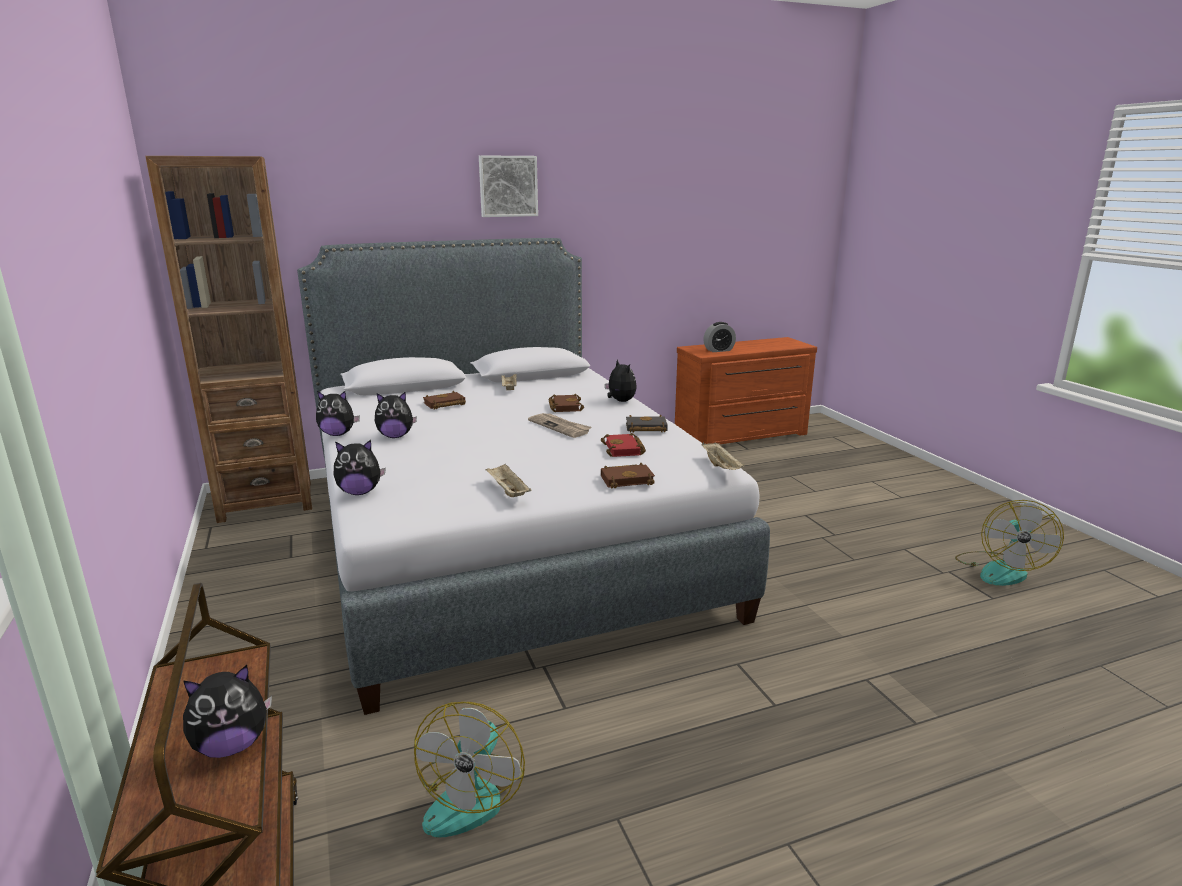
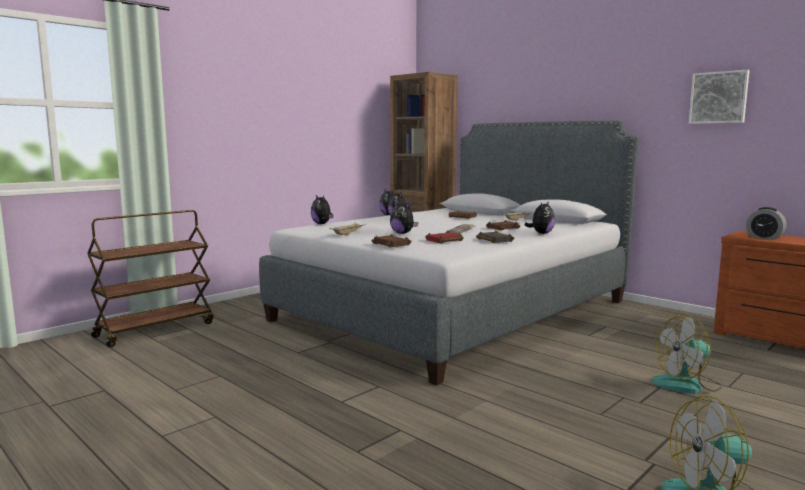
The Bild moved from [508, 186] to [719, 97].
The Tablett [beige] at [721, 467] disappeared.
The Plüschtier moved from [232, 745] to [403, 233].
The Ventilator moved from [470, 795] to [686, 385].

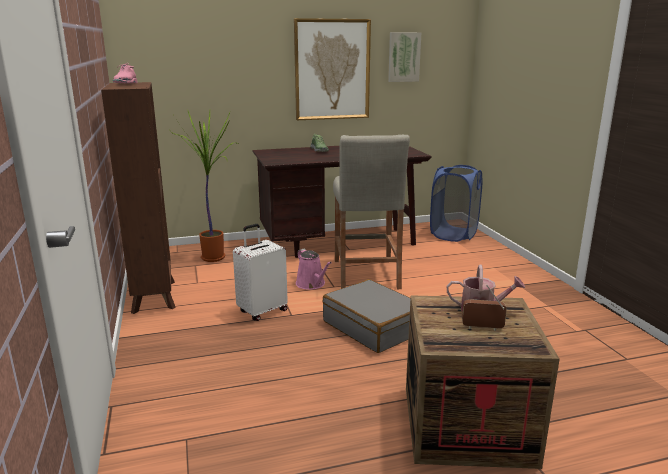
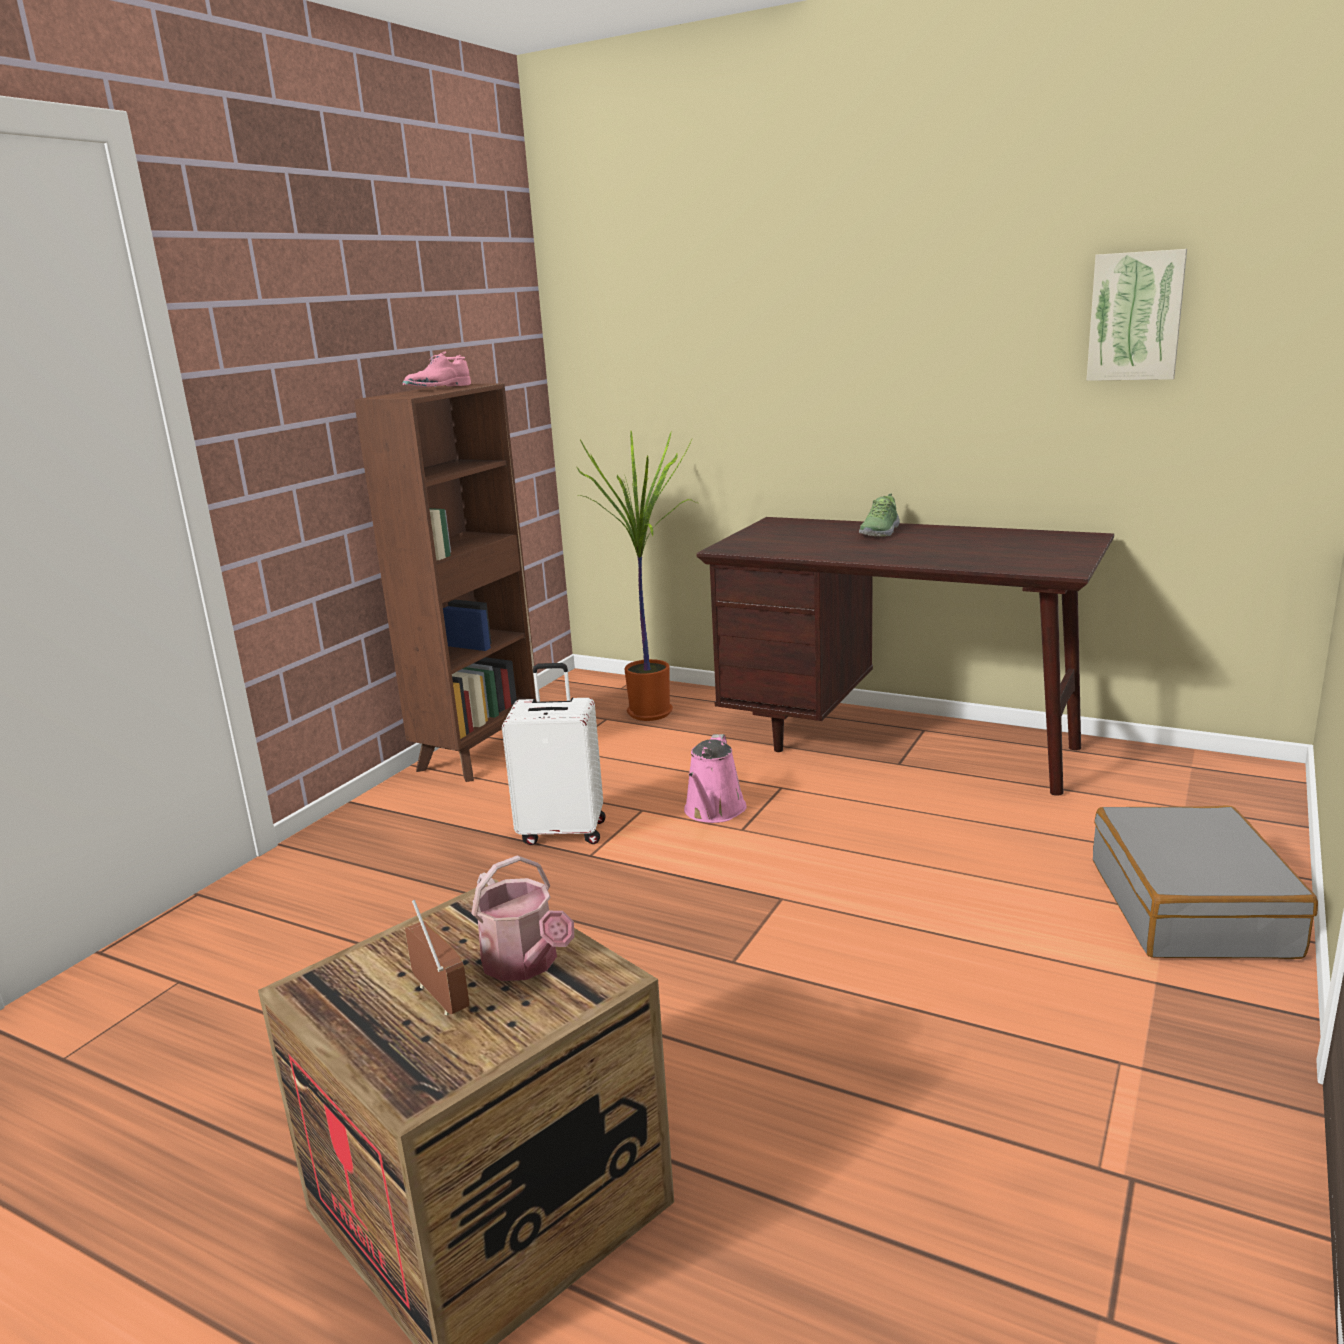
The Bild at [332, 70] disappeared.
The Hocker [beige] at [366, 274] disappeared.
The Wäschekorb [blau] at [453, 234] disappeared.
The Koffer [grau] moved from [373, 327] to [1192, 907].

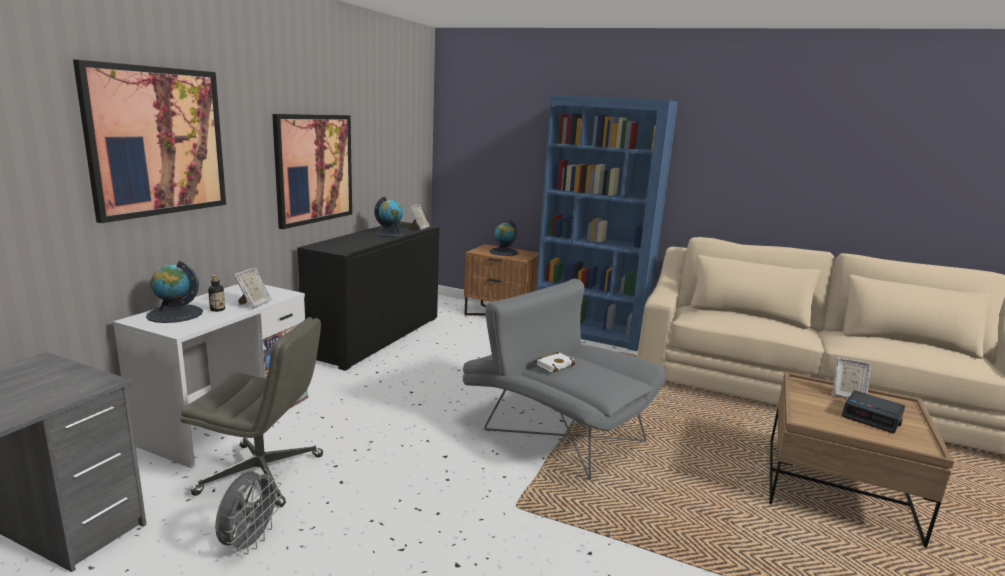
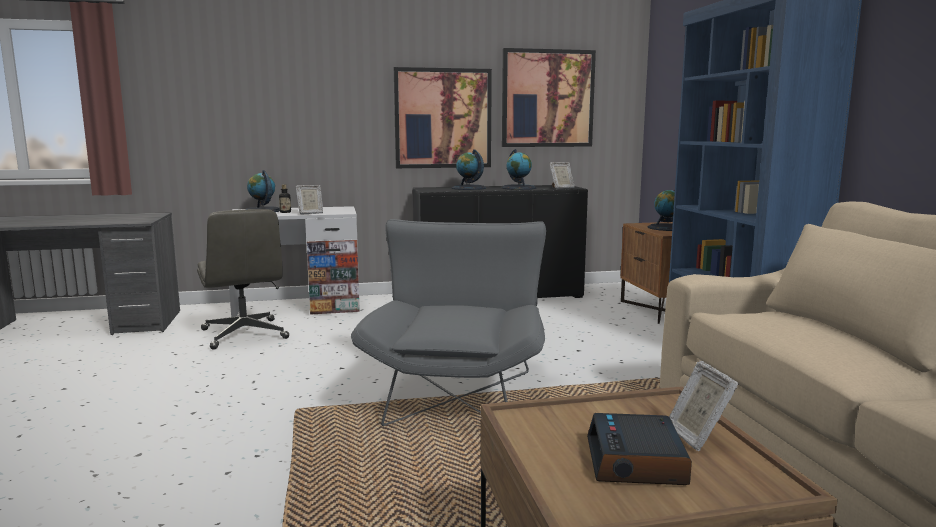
The Bild moved from [157, 141] to [547, 98].
The Buch [weiß] at [554, 364] disappeared.
The Ventilator [grau] at [249, 542] disappeared.
The Globus at [468, 188] appeared.

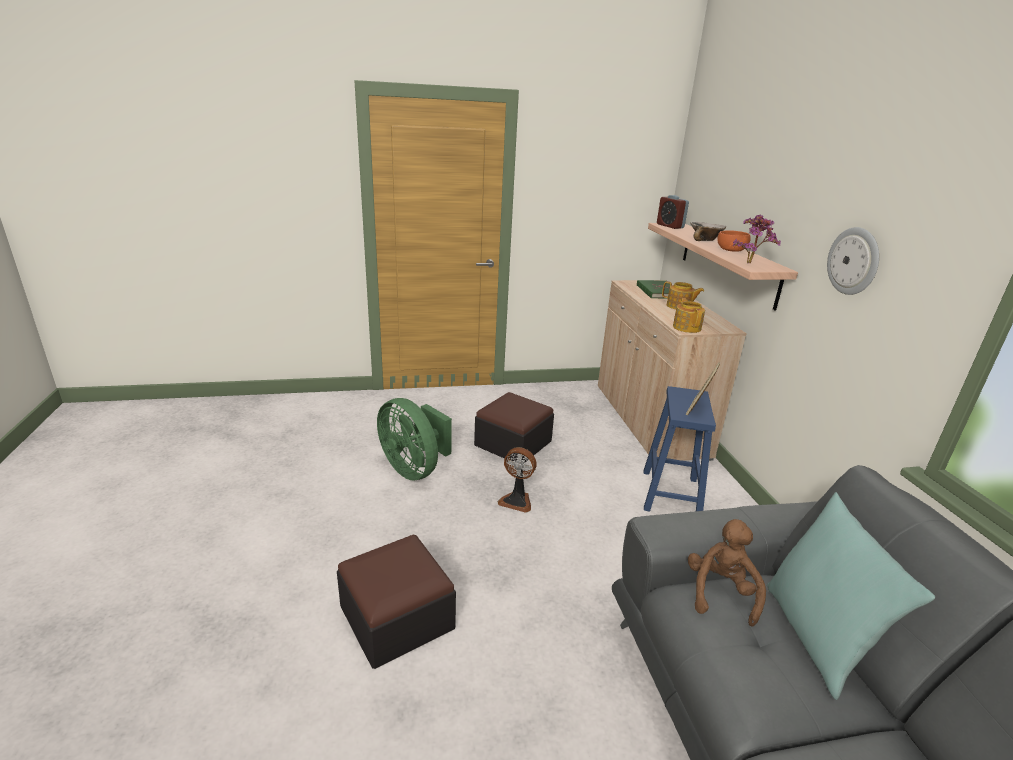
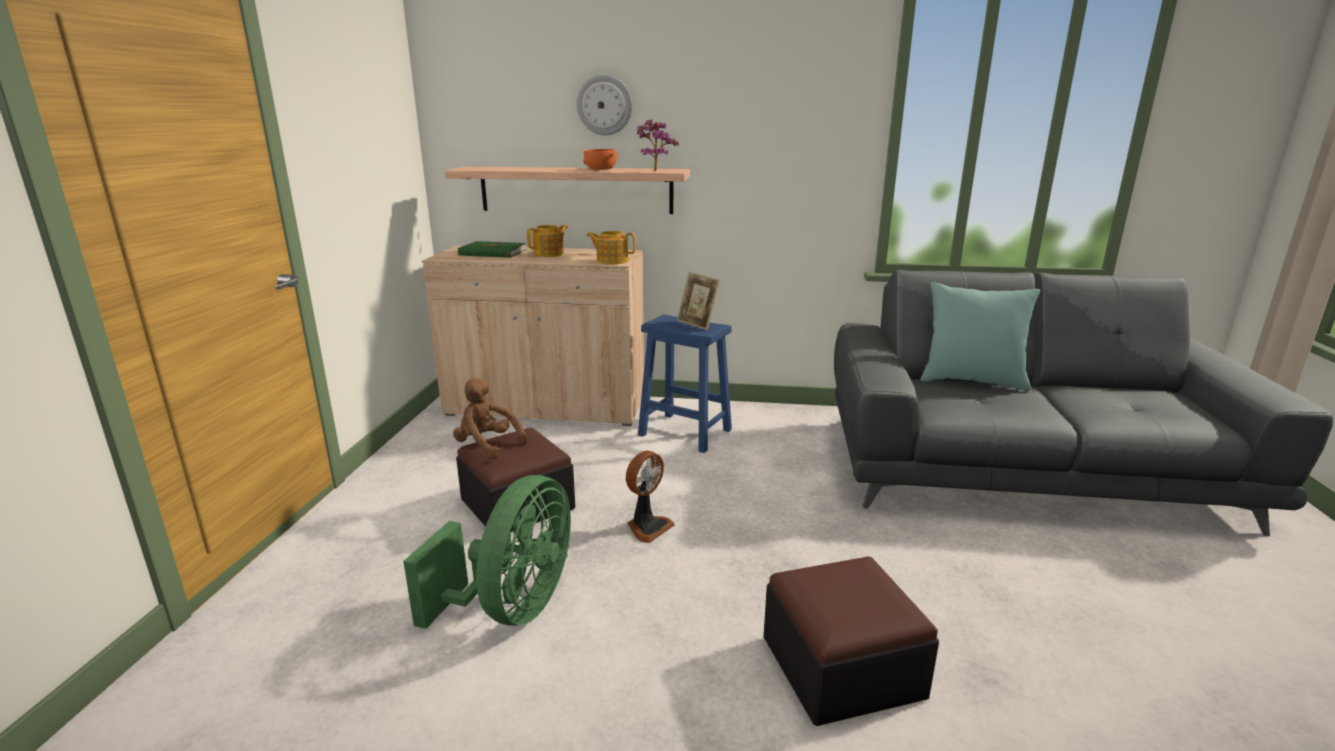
The Wecker at [670, 226] disappeared.
The Schüssel at [704, 239] disappeared.
The Wanduhr moved from [854, 261] to [604, 105].
The Ventilator [grün] at [414, 468] turned 45 degrees counterclockwise.
The Plüschtier [braun] moved from [720, 592] to [487, 445].

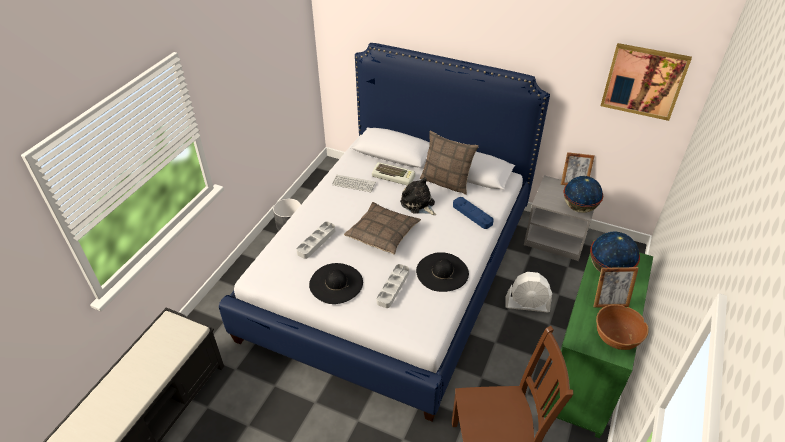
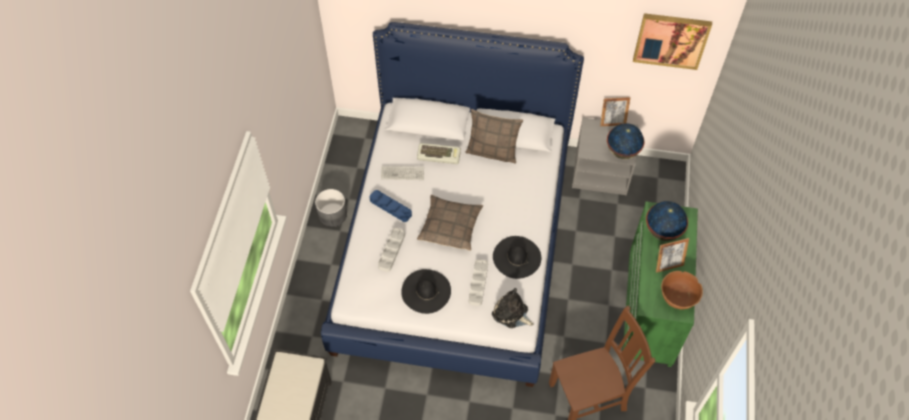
The Plüschtier moved from [418, 204] to [511, 313].
The Tablett [blau] moved from [472, 214] to [390, 207].
The Ventilator [weiß] at [527, 305] disappeared.

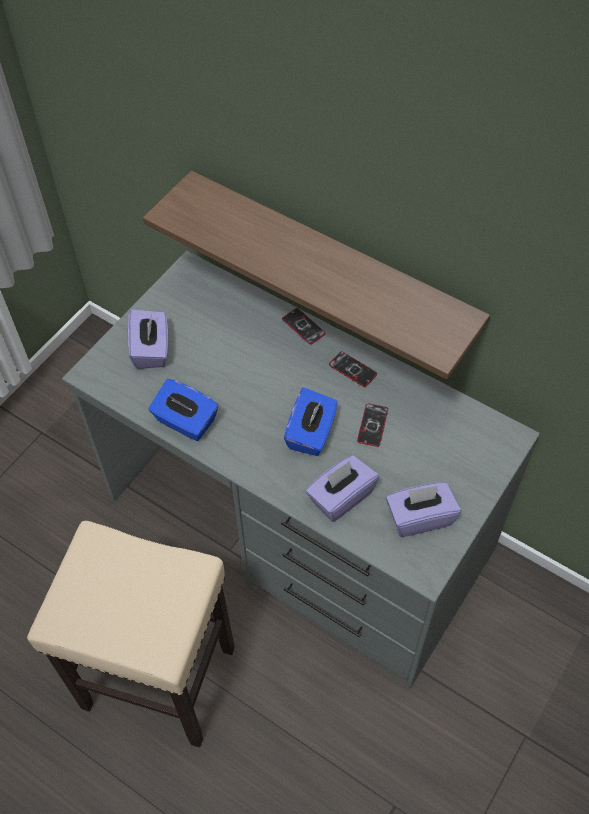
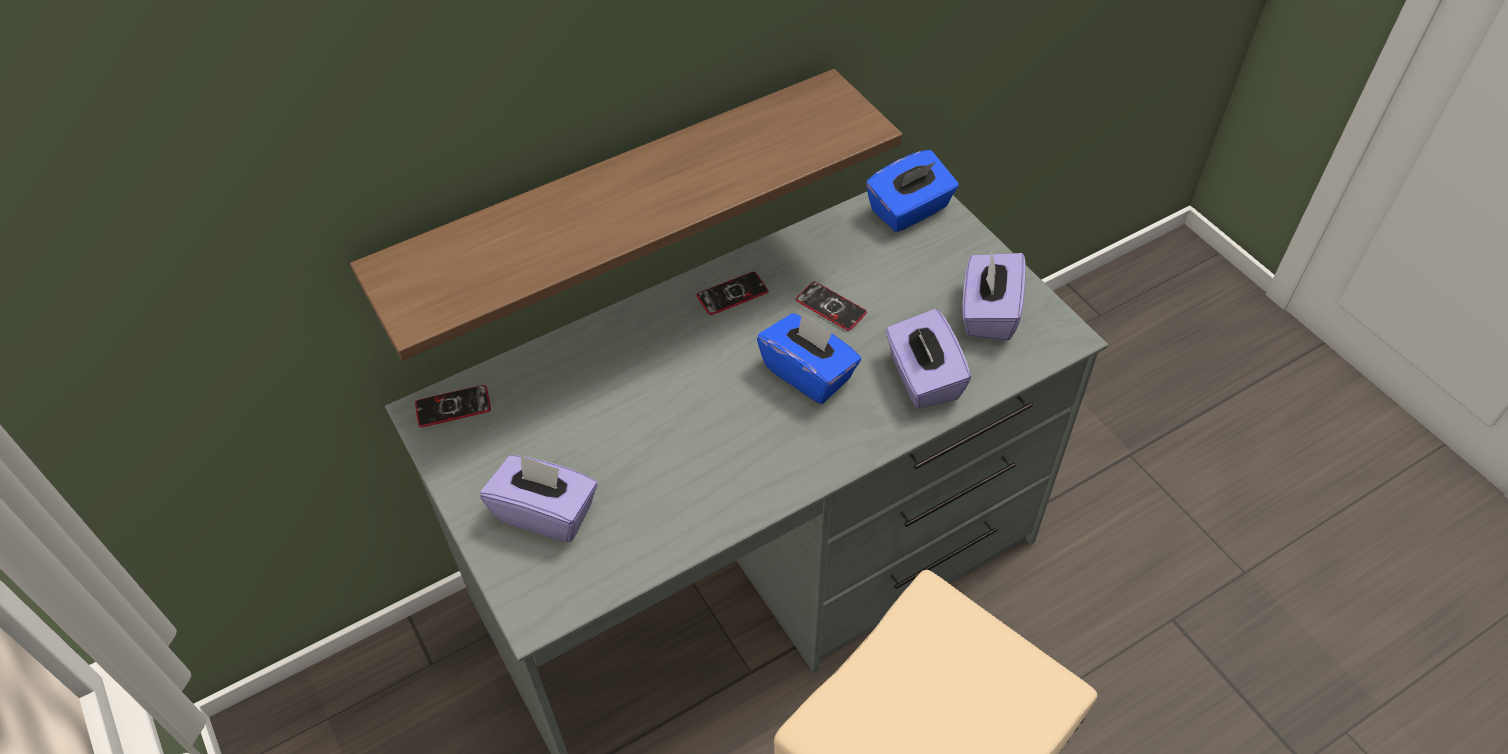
The Handy moved from [303, 326] to [453, 407].
The Taschentuchbox [blau] moved from [185, 421] to [909, 210].

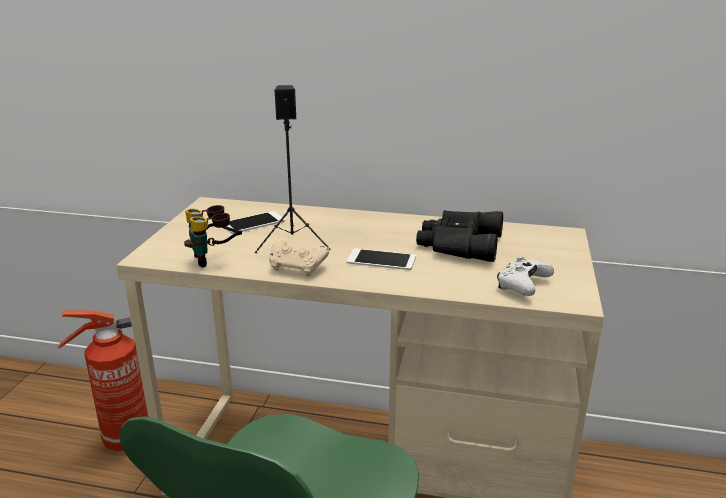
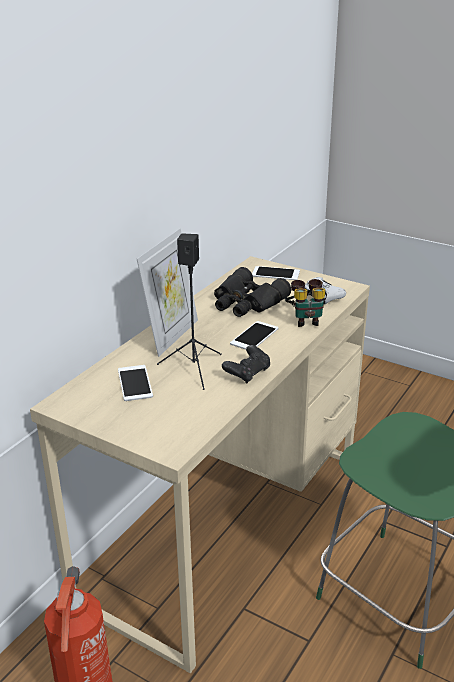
The Fernglas moved from [215, 259] to [306, 320].
The Gamepad [beige] at [297, 268] became the Gamepad [schwarz] at [247, 373].
The Bilderrahmen at [171, 336] appeared.
The Handy at [275, 273] appeared.

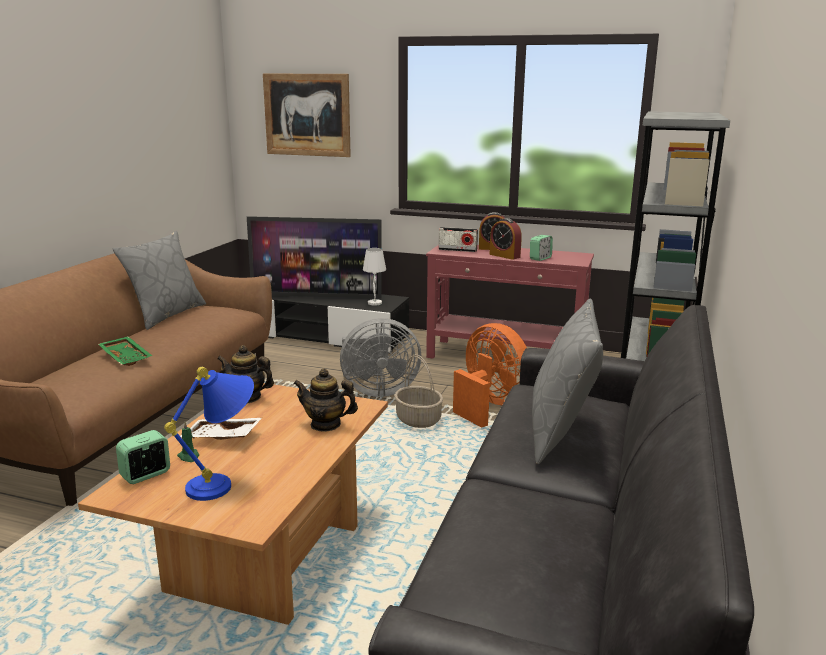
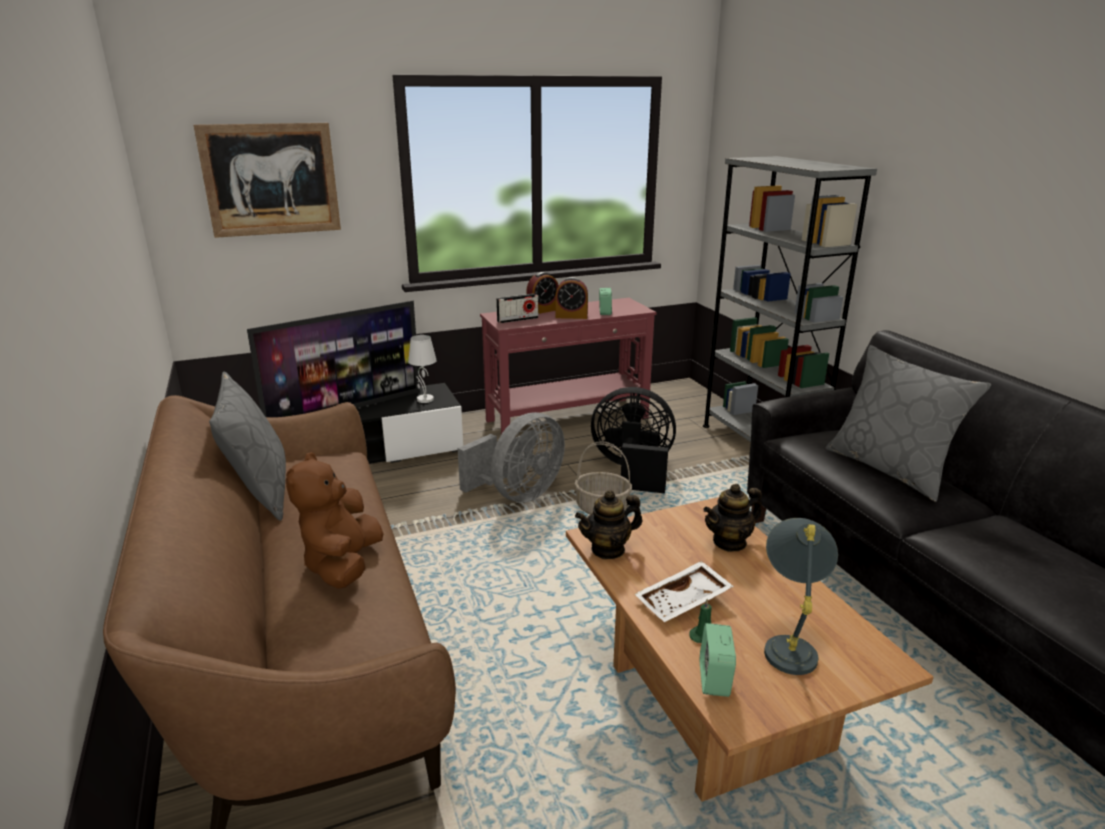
The Ventilator [orange] at [489, 406] became the Ventilator [schwarz] at [633, 470].
The Tablett [grün] at [127, 357] was replaced by the Plüschtier [braun] at [343, 565].
The Tischlampe [blau] at [224, 483] became the Tischlampe [grau] at [789, 643].

